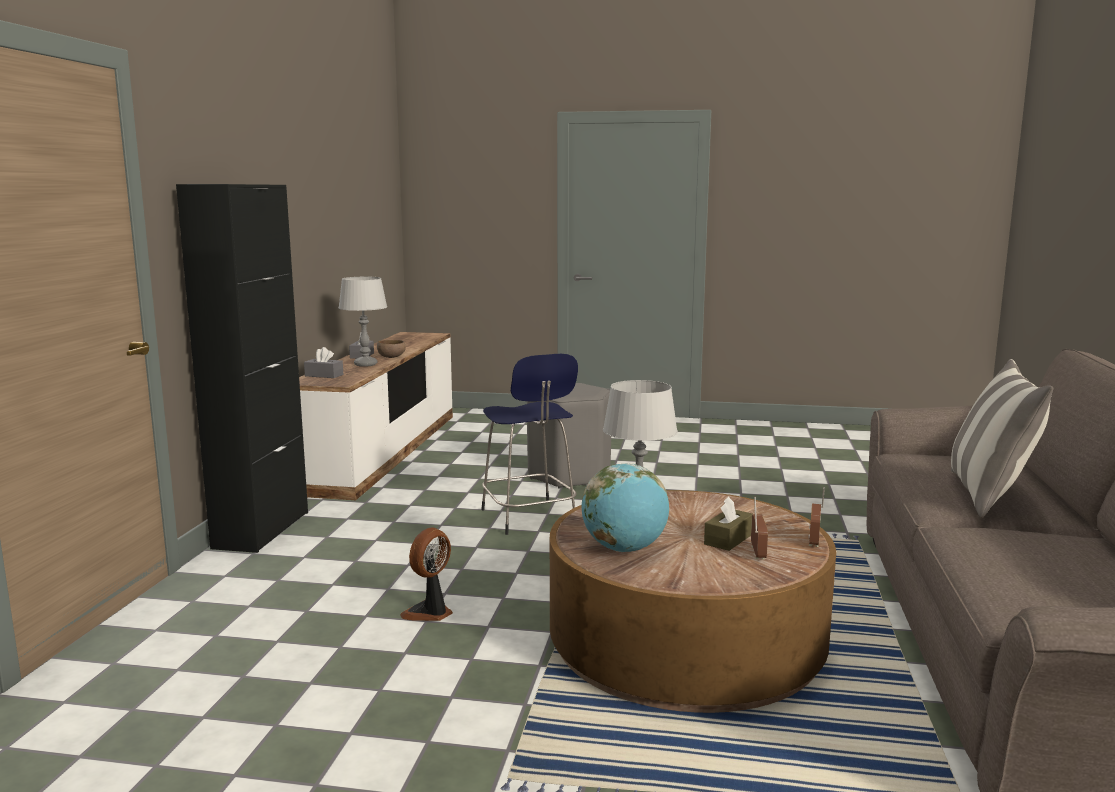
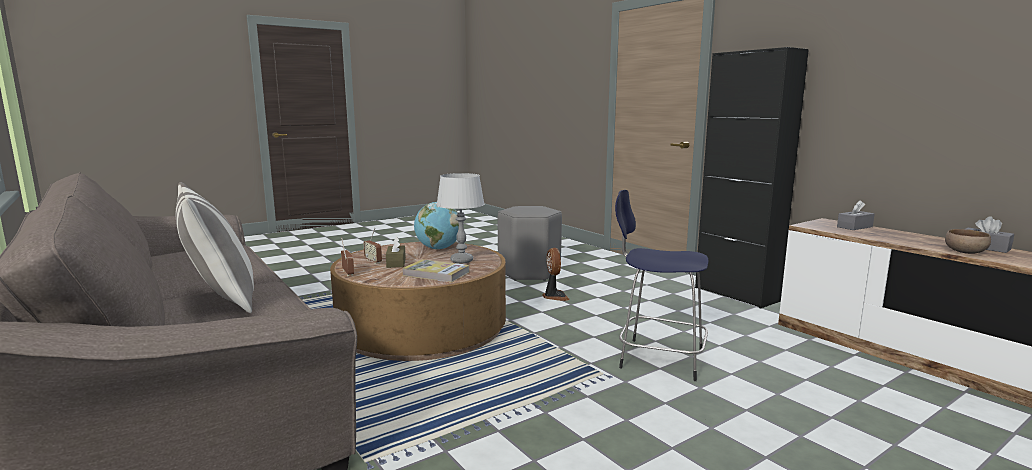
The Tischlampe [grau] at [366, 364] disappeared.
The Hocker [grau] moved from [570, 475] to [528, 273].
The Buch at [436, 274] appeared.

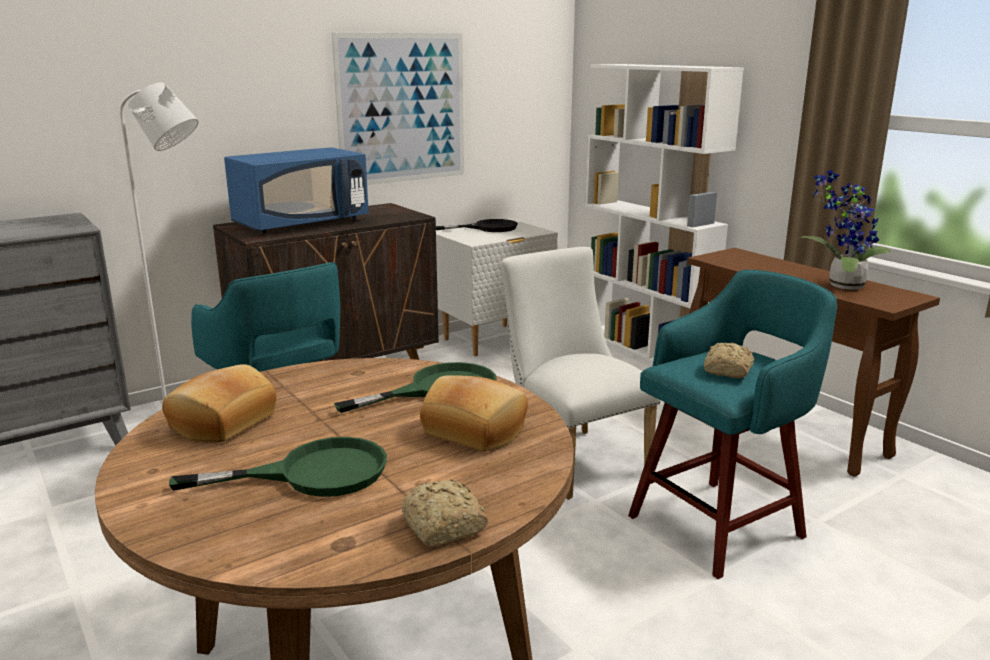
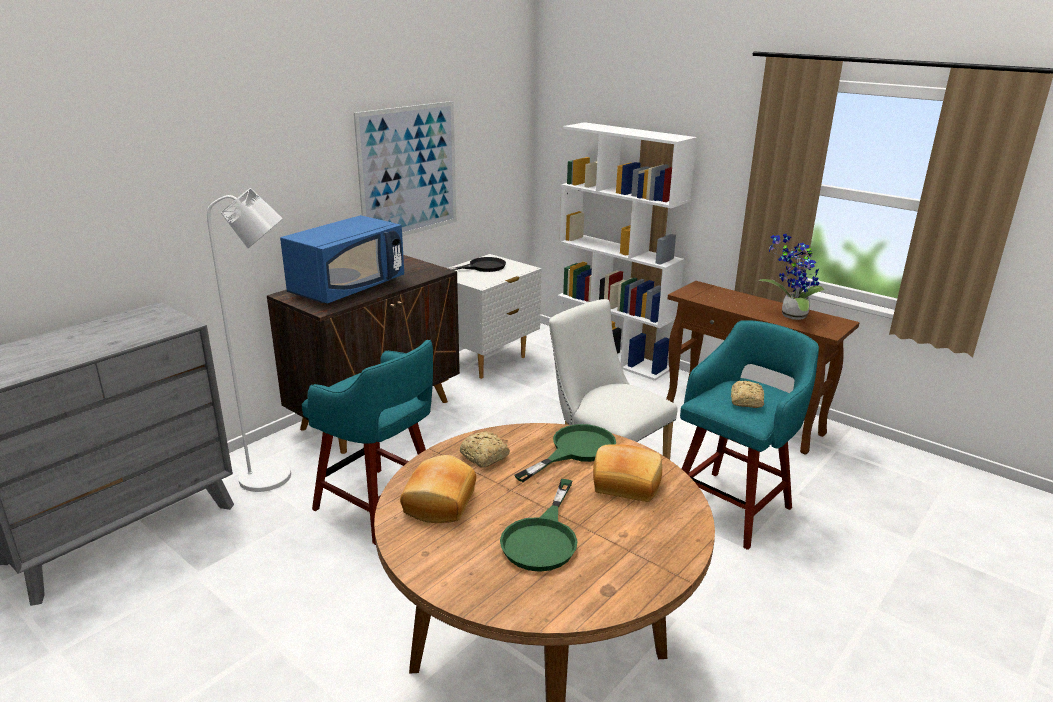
The Pfanne [grün] at [312, 473] turned 135 degrees clockwise.
The Brot moved from [443, 527] to [484, 457].

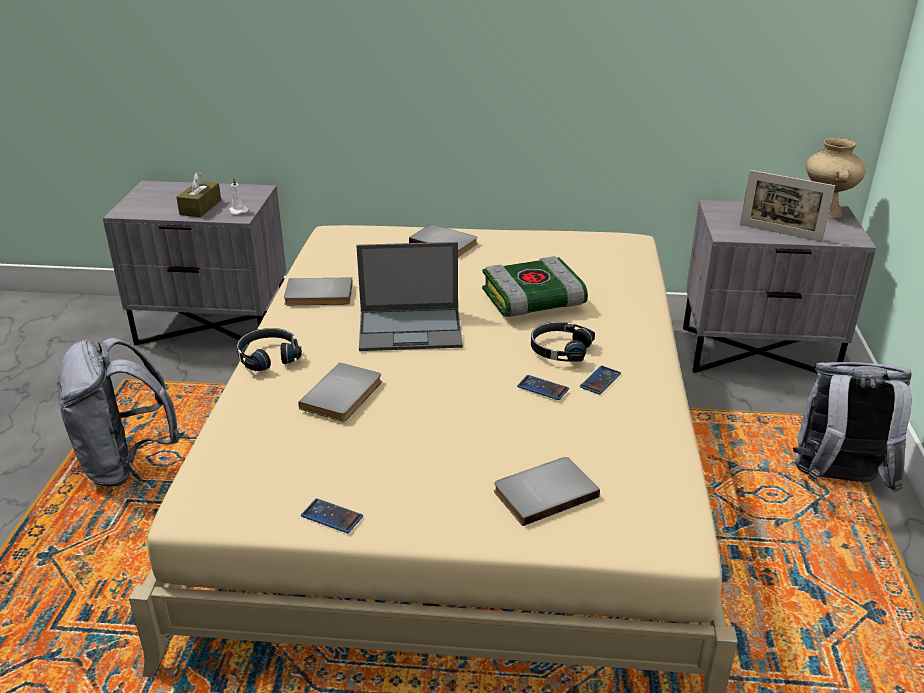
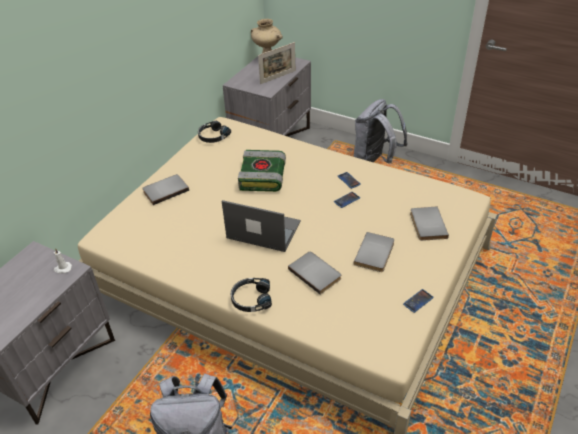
The Taschentuchbox [braun] at [200, 207] disappeared.
The Laptop at [411, 329] turned 90 degrees counterclockwise.
The Buch [grau] moved from [318, 295] to [375, 254].
The Kopfhörer [schwarz] moved from [559, 349] to [213, 136].

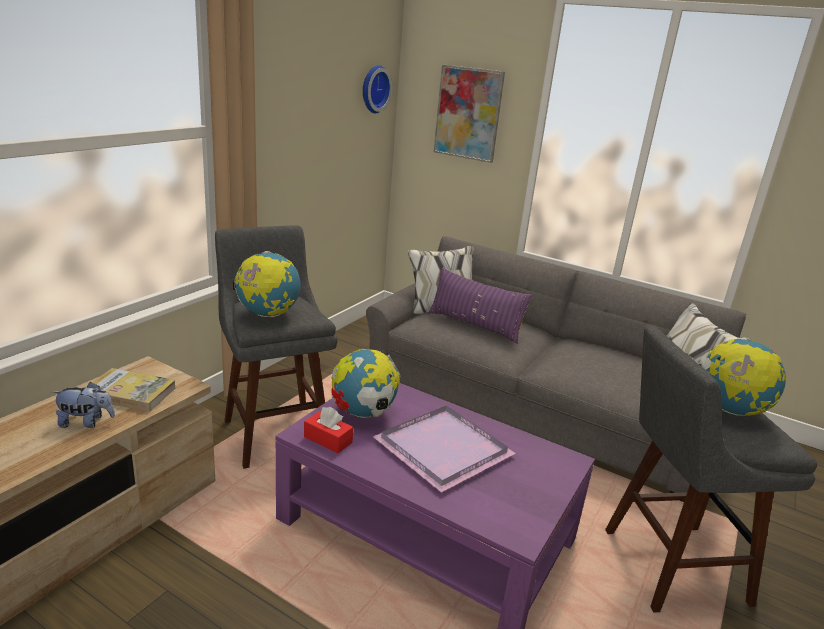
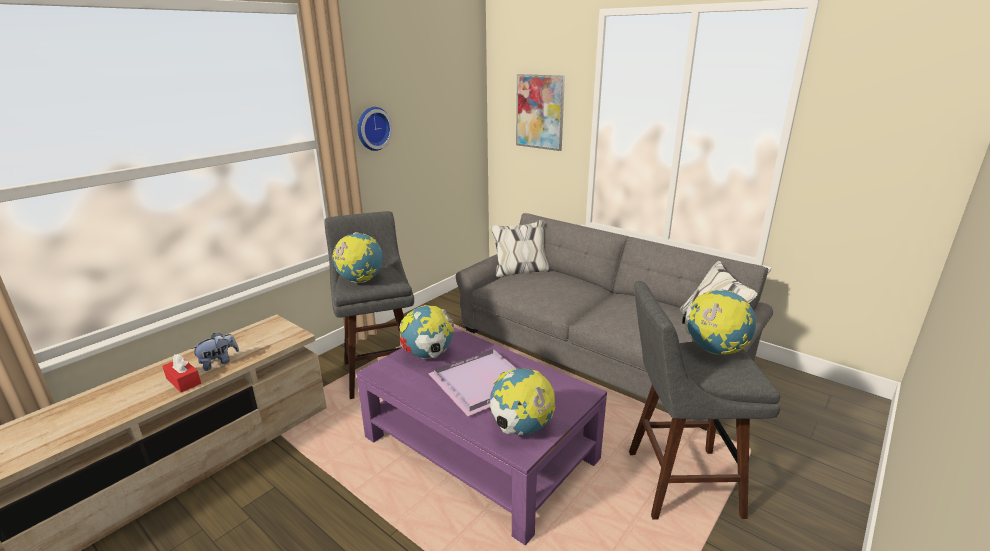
The Wanduhr moved from [373, 89] to [372, 128].
The Kissen [lila] at [474, 325] disappeared.
The Buch at [130, 393] disappeared.
The Plüschtier at [86, 422] turned 45 degrees counterclockwise.
The Taschentuchbox [rot] moved from [328, 440] to [183, 381].
The Globus at [521, 428] appeared.

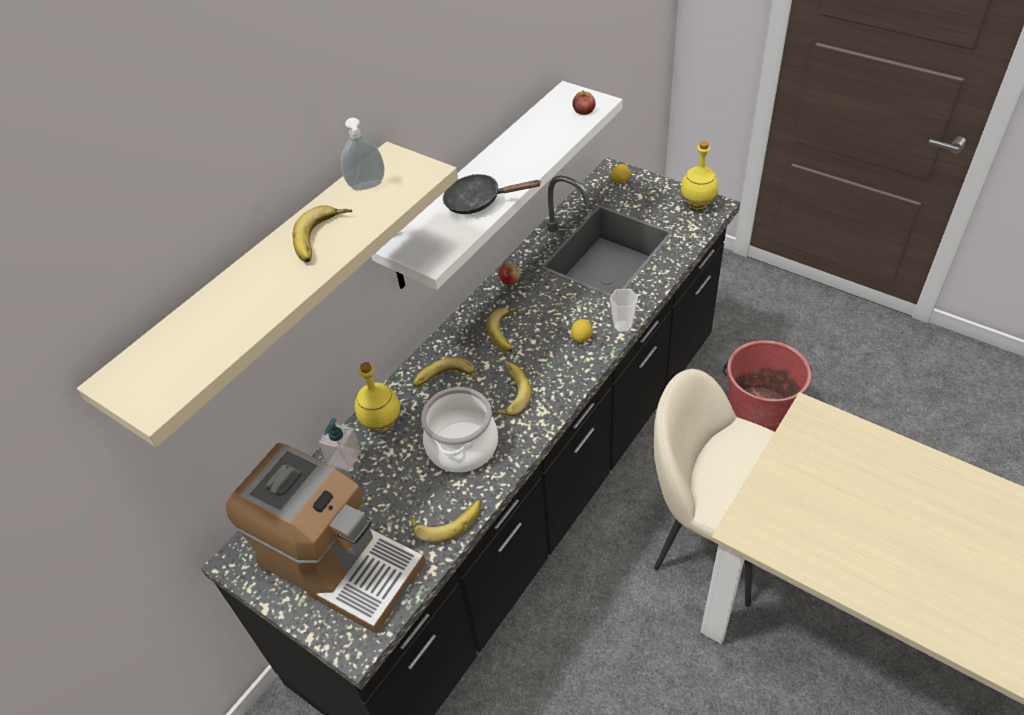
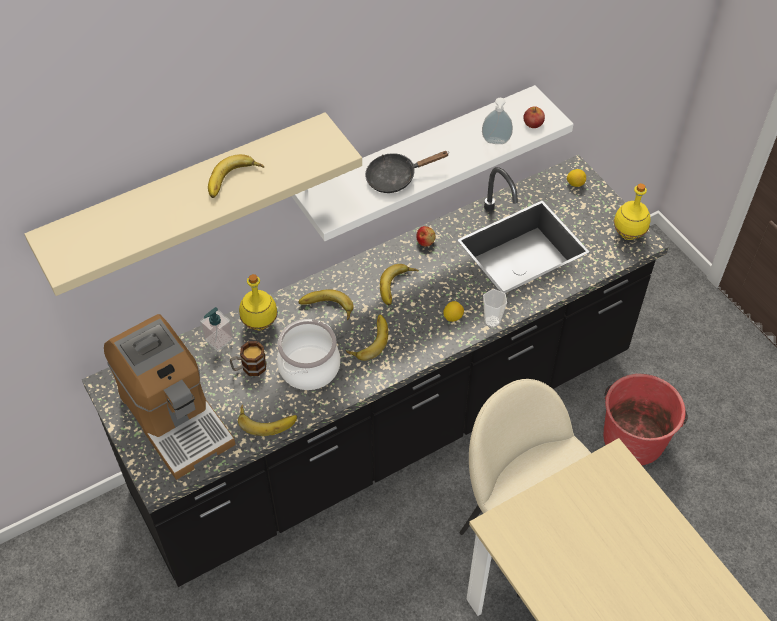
The Seifenspender moved from [367, 187] to [495, 142].
The Pfanne [schwarz] at [479, 201] turned 45 degrees counterclockwise.
The Henkelbecher at [249, 368] appeared.

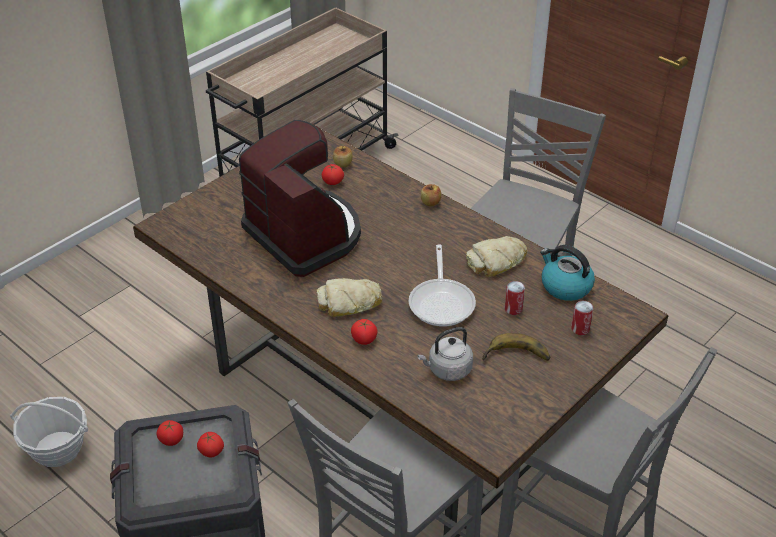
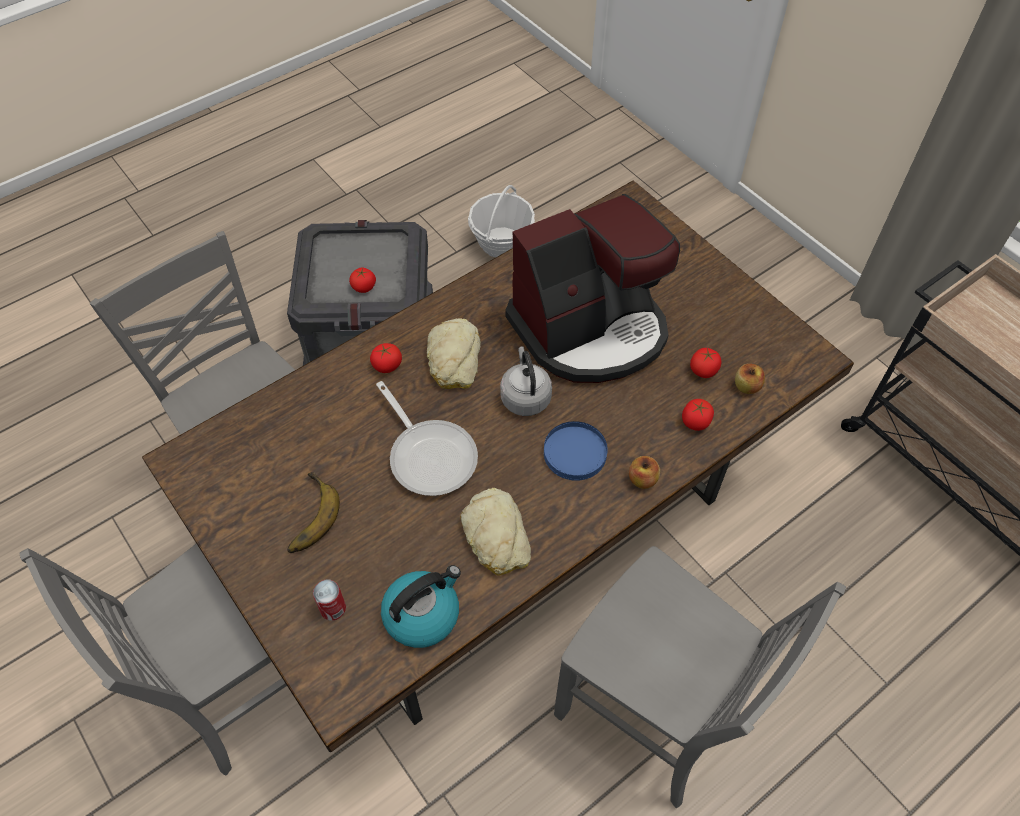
The Pfanne at [442, 302] turned 135 degrees counterclockwise.
The Dose at [513, 309] disappeared.
The Wasserkessel [grau] moved from [447, 370] to [525, 396].
The Tomate moved from [171, 440] to [695, 422].
The Teller [blau] at [575, 453] appeared.

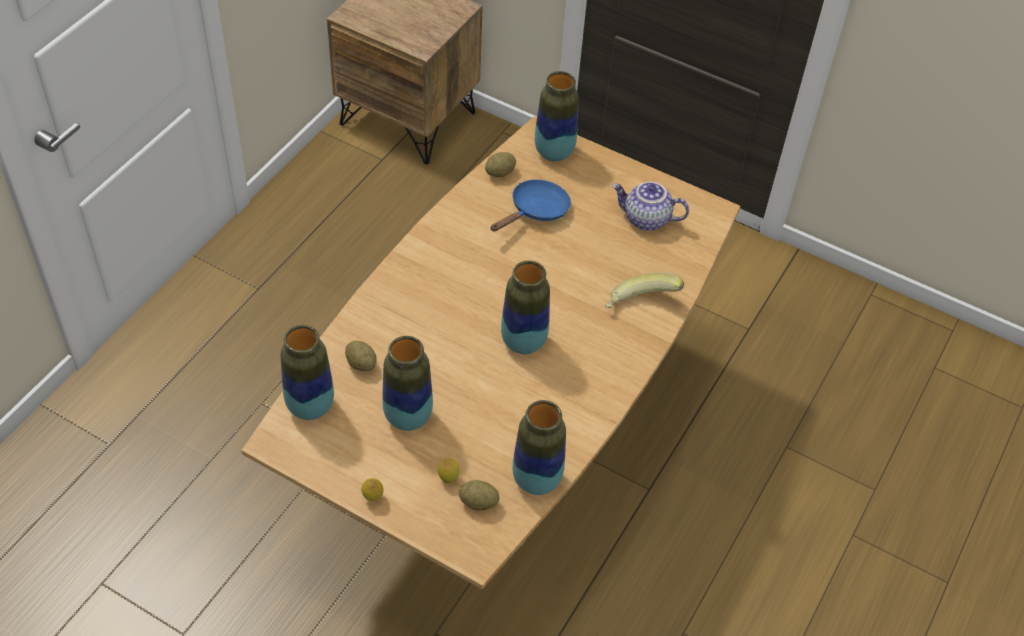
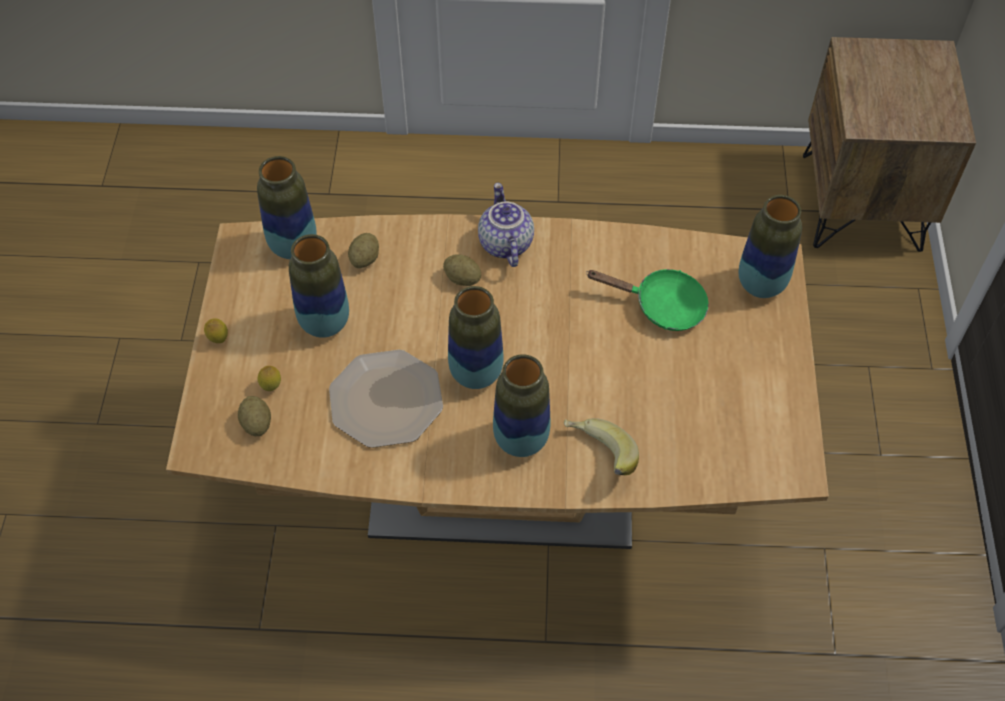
The Kartoffel moved from [500, 173] to [462, 279].
The Pfanne [blau] at [535, 211] became the Pfanne [grün] at [662, 306].
The Teekanne moved from [646, 220] to [504, 243].
The Vase moved from [536, 480] to [521, 440].
The Teller at [386, 399] appeared.

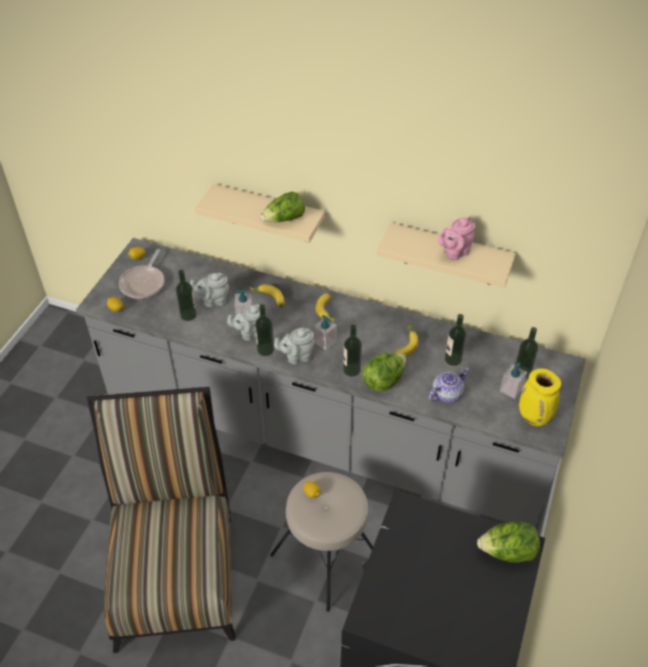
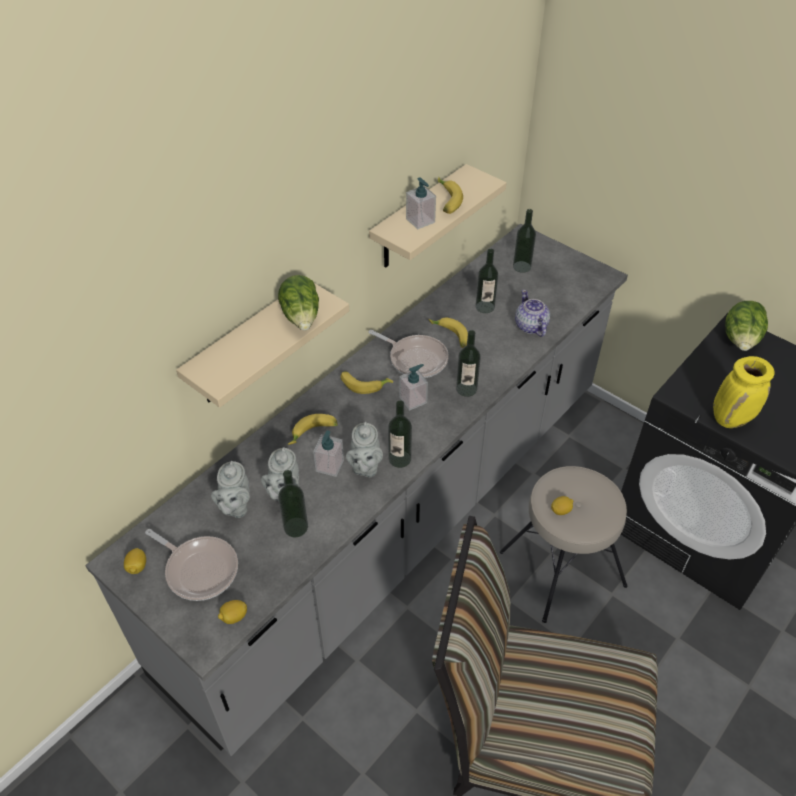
The Teekanne [rosa] at [454, 252] was replaced by the Banane at [446, 200].
The Teekanne [grau] moved from [296, 357] to [235, 506].
The Salatkopf at [383, 380] disappeared.
The Seifenspender moved from [511, 390] to [420, 220].
The Vase [gelb] moved from [534, 418] to [731, 419].
The Pfanne at [415, 359] appeared.

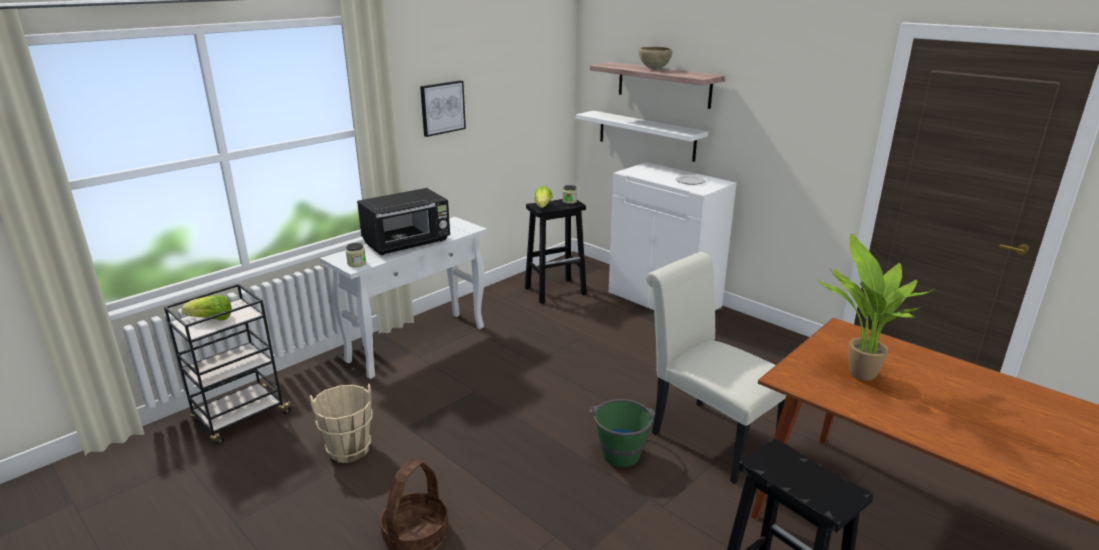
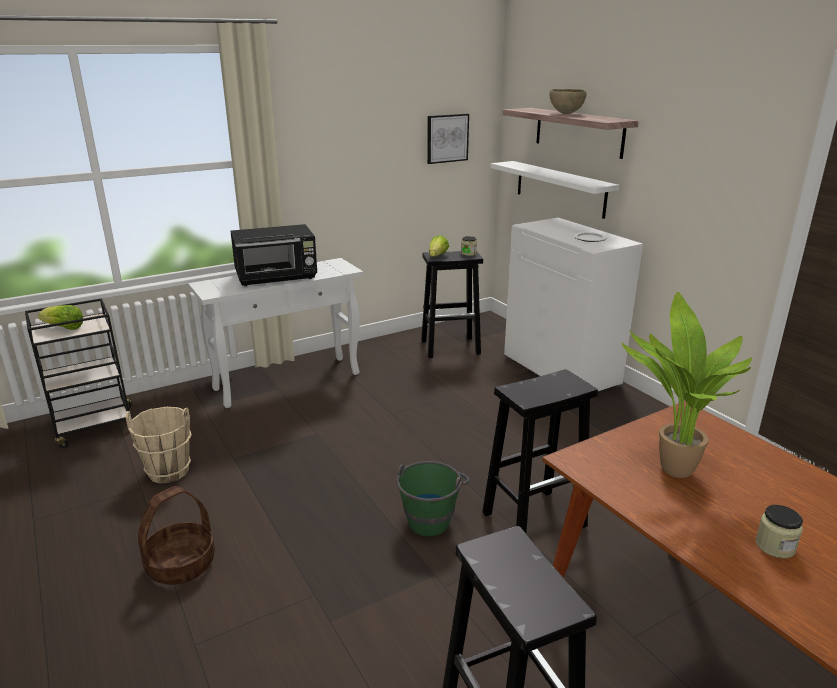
The Bild moved from [442, 108] to [447, 138].
The Vorratsglas moved from [356, 263] to [775, 546].
The Stuhl [weiß] at [707, 436] was replaced by the Hocker [schwarz] at [535, 519].

